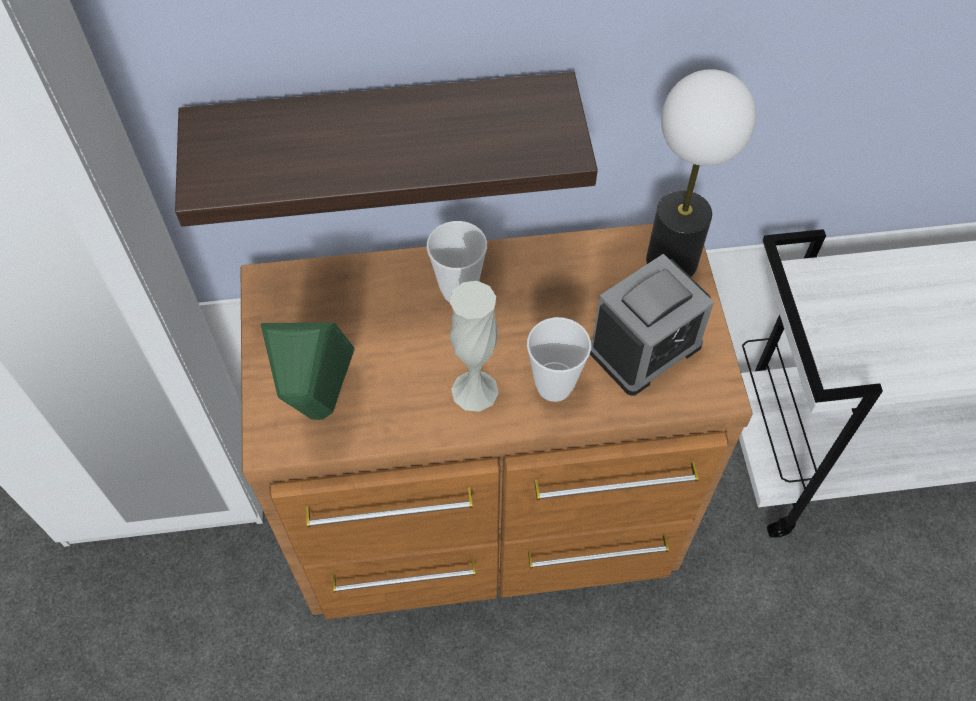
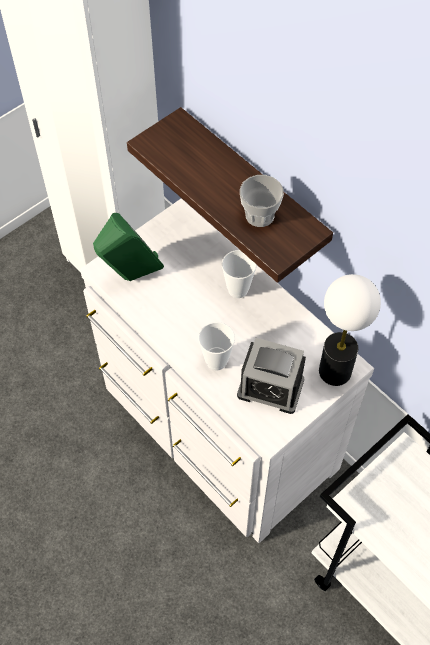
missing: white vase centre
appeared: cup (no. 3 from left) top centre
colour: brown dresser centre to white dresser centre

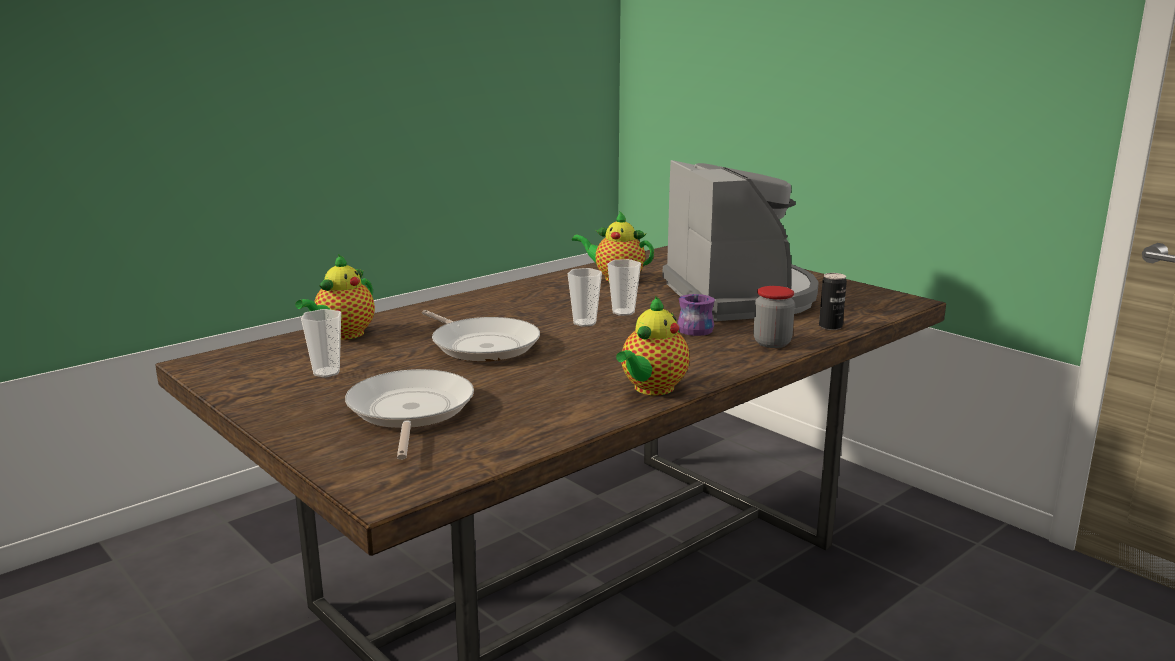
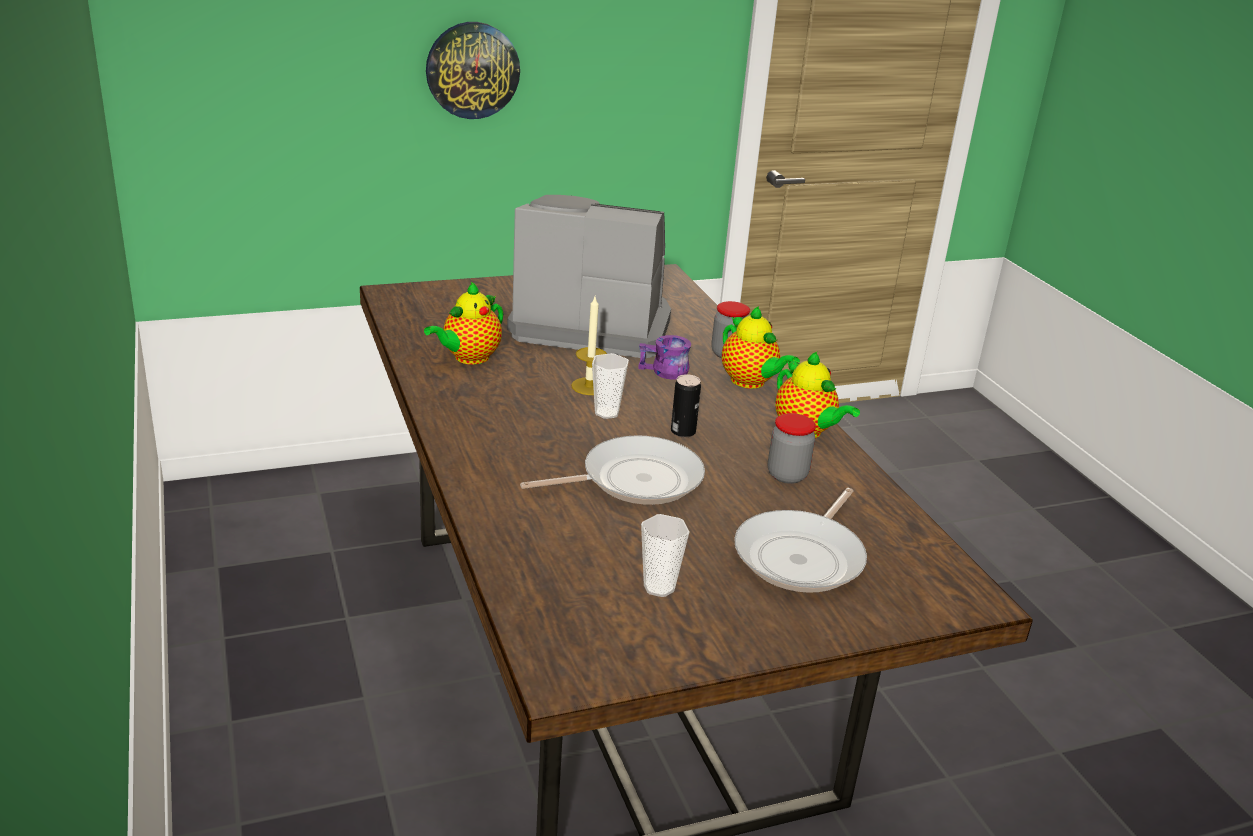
appeared: wall clock top centre; jar (no. 2 from left) centre
relocated: can middle right to centre; teapot (no. 1 from left in the first image) middle left to teapot (no. 2 from left) centre
exchanged: cup (no. 3 from left) centre to candle centre
spun: frying pan (no. 1 from left in the first image) centre = centre 75 degrees counterclockwise

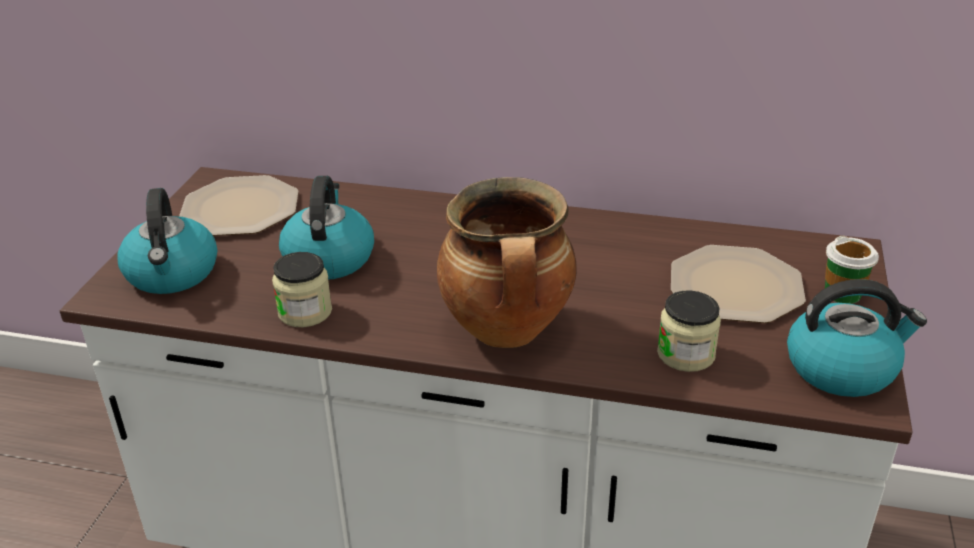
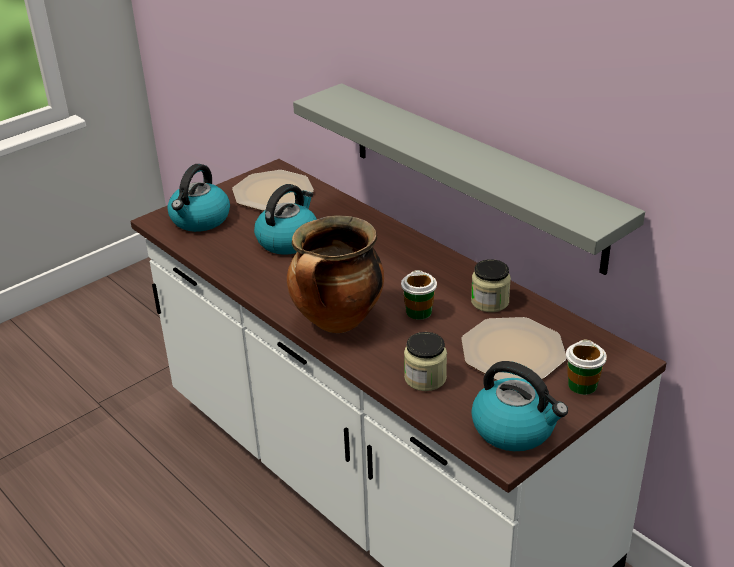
appeared: grey shelf top centre; cup (no. 1 from left) centre
relocated: jar (no. 1 from left in the first image) middle left to jar (no. 2 from left) middle right

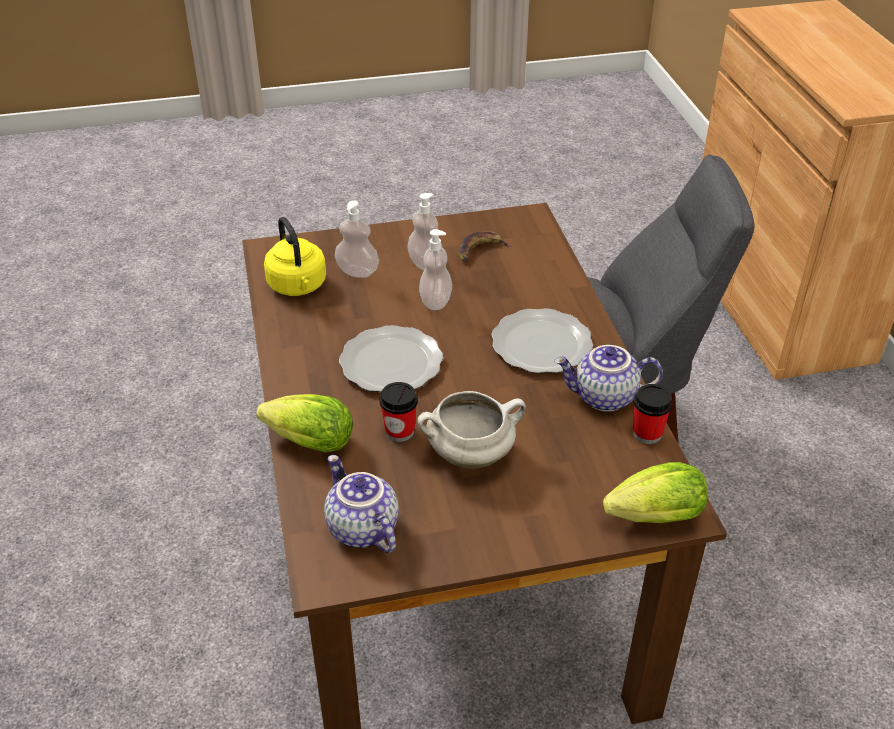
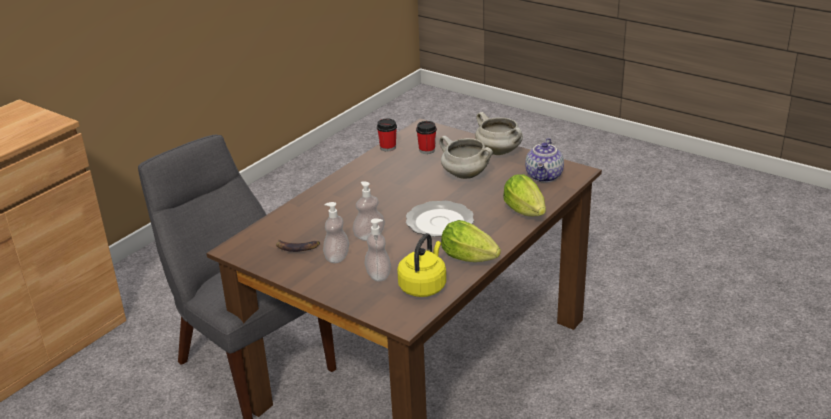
missing: plate (no. 2 from left) centre; teapot (no. 2 from left) middle right
appeared: white cooking pot (no. 2 from left) top centre
relocated: cup (no. 1 from left in the first image) centre to cup (no. 2 from left) top centre; lettuce (no. 2 from left in the first image) bottom right to lettuce (no. 1 from left) centre

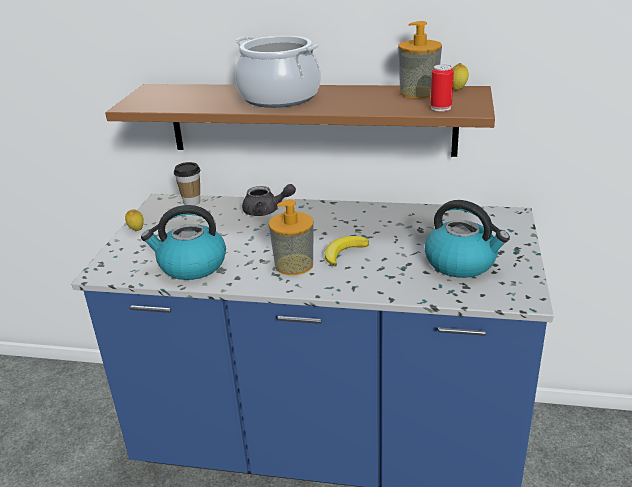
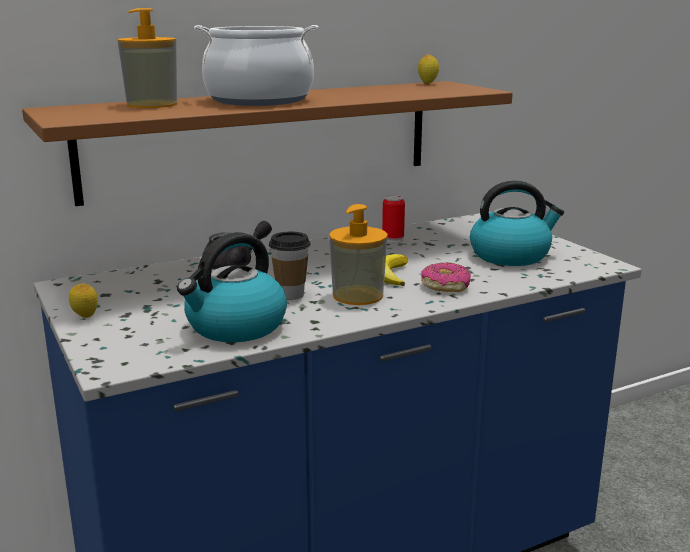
appeared: donut centre
relocated: soap dispenser (no. 2 from left in the first image) top centre to soap dispenser (no. 1 from left) top left; cup middle left to centre; can top right to centre

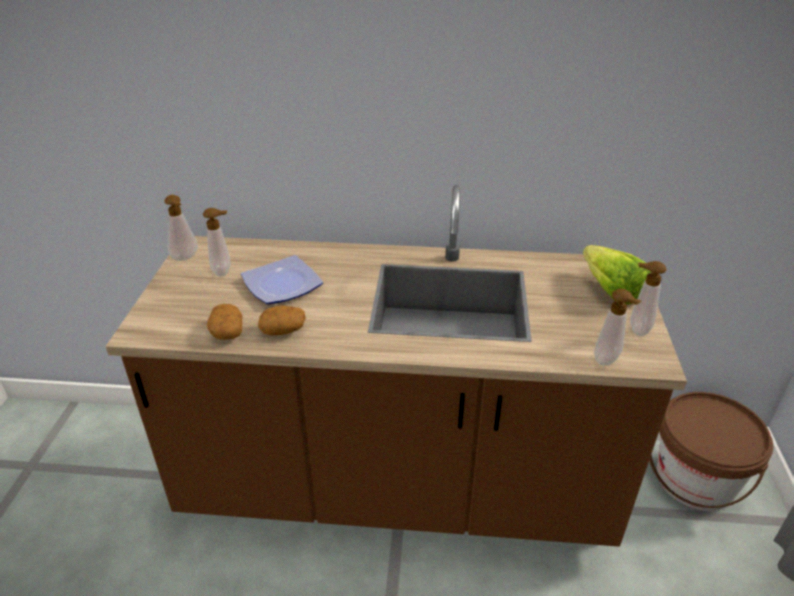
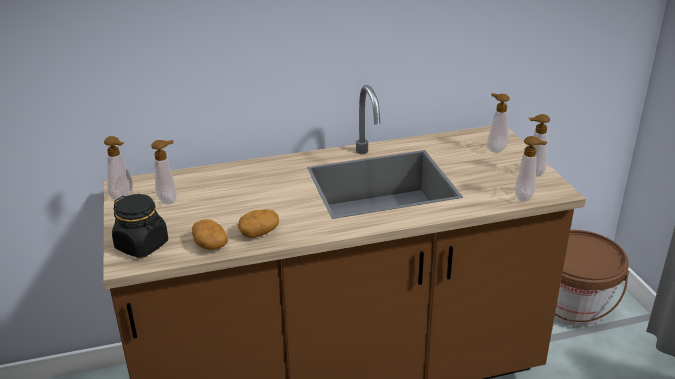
missing: plate centre
appeared: black jar middle left
exchanged: lettuce middle right to soap dispenser (no. 3 from left) top right

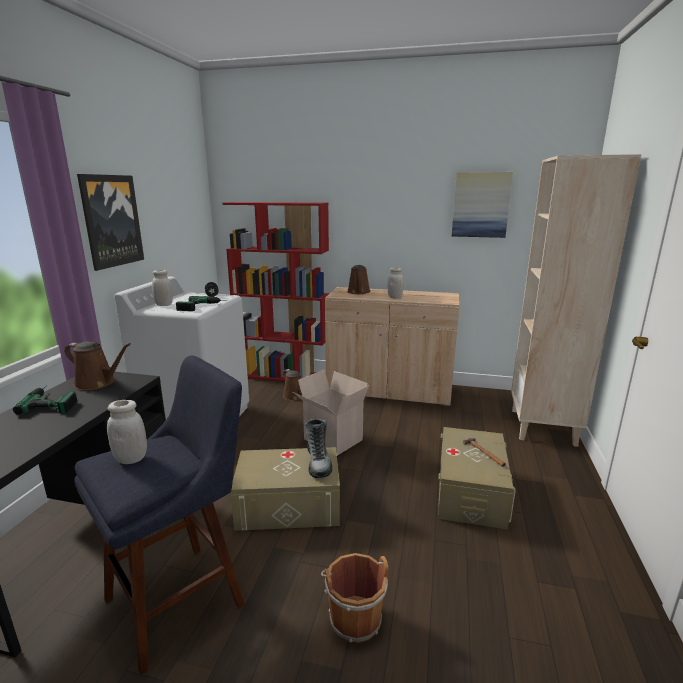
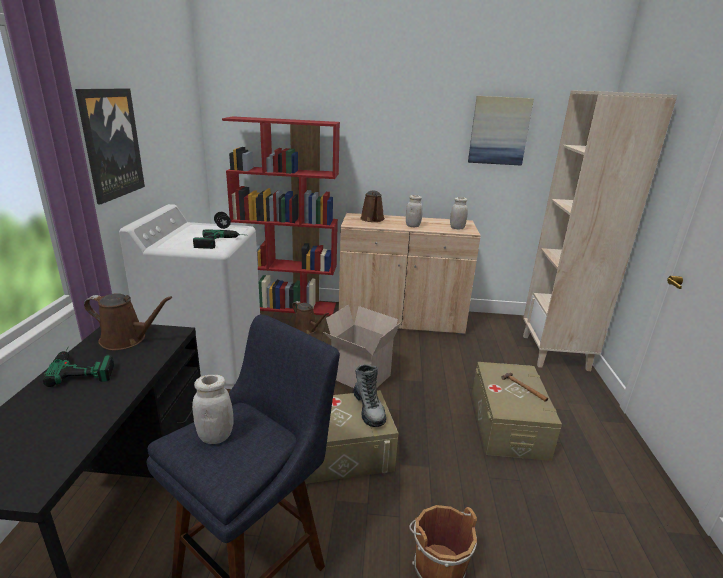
relocated: white jar (no. 2 from left in the first image) middle left to white jar (no. 3 from left) centre

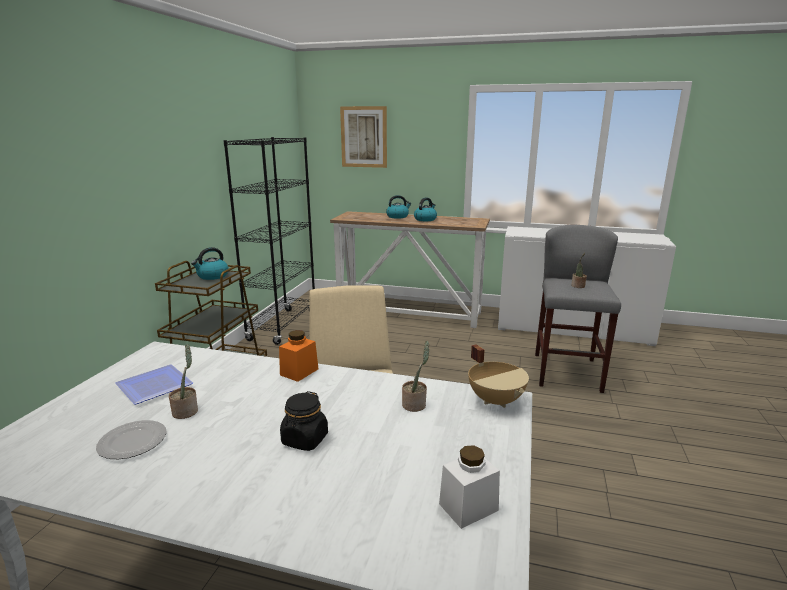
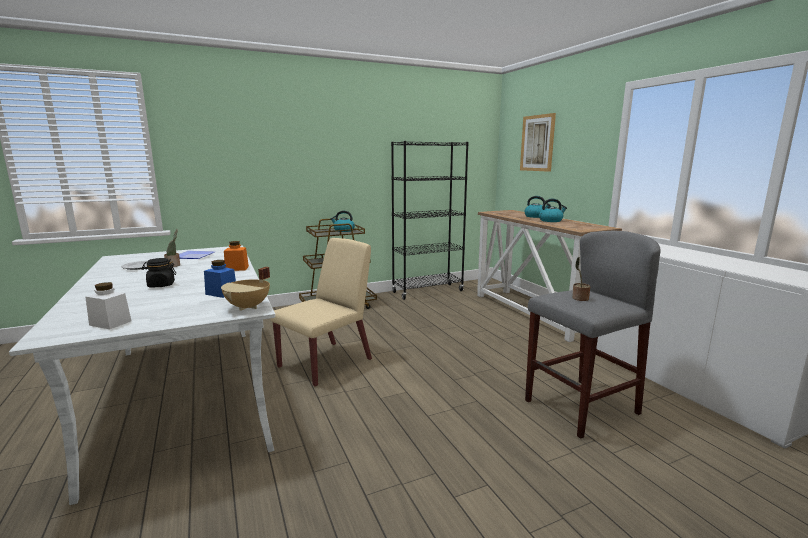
exchanged: potted plant (no. 2 from left) centre to blue jar middle left

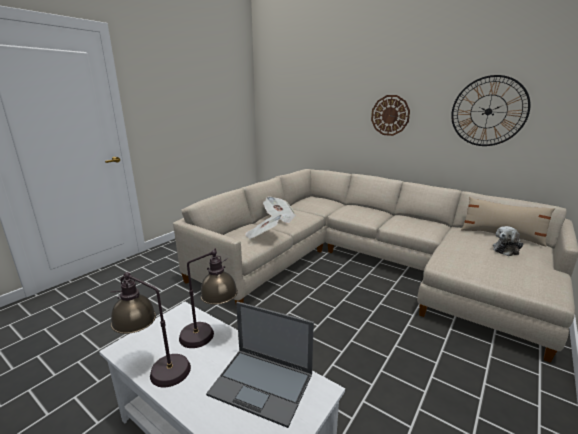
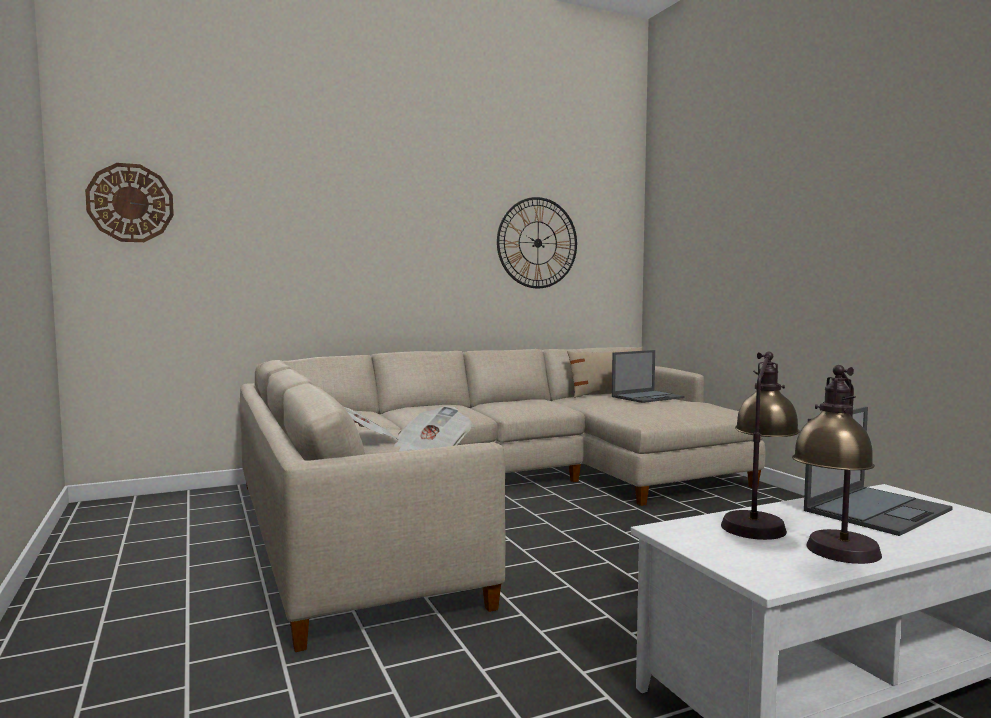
relocated: wall clock (no. 1 from left) top right to top left
exchanged: plush toy middle right to laptop (no. 1 from left) centre

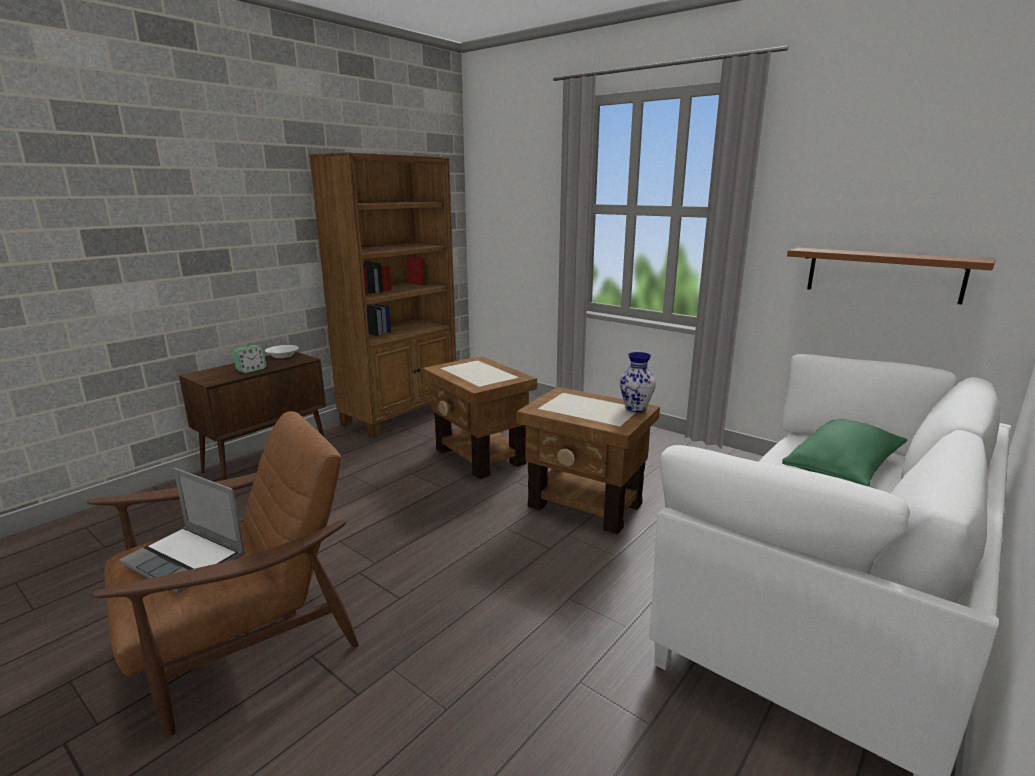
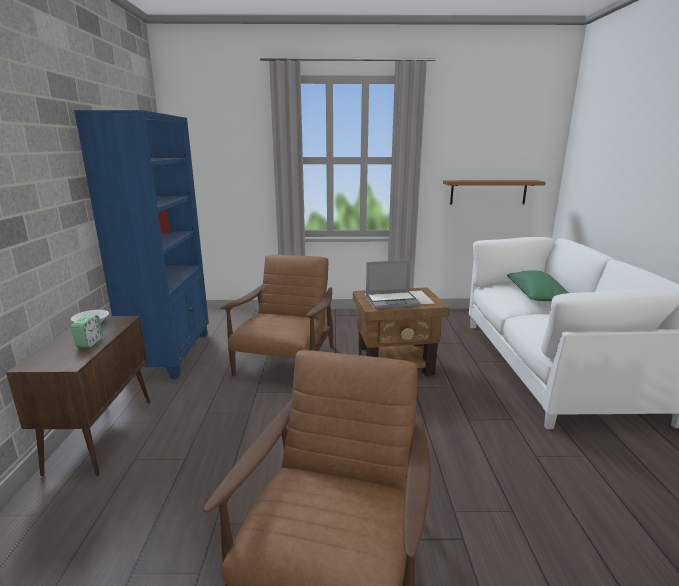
missing: vase centre
relocated: laptop bottom left to centre
exchanged: brown side table (no. 1 from left) centre to brown armchair (no. 1 from left) centre
colour: brown bookcase centre to blue bookcase middle left

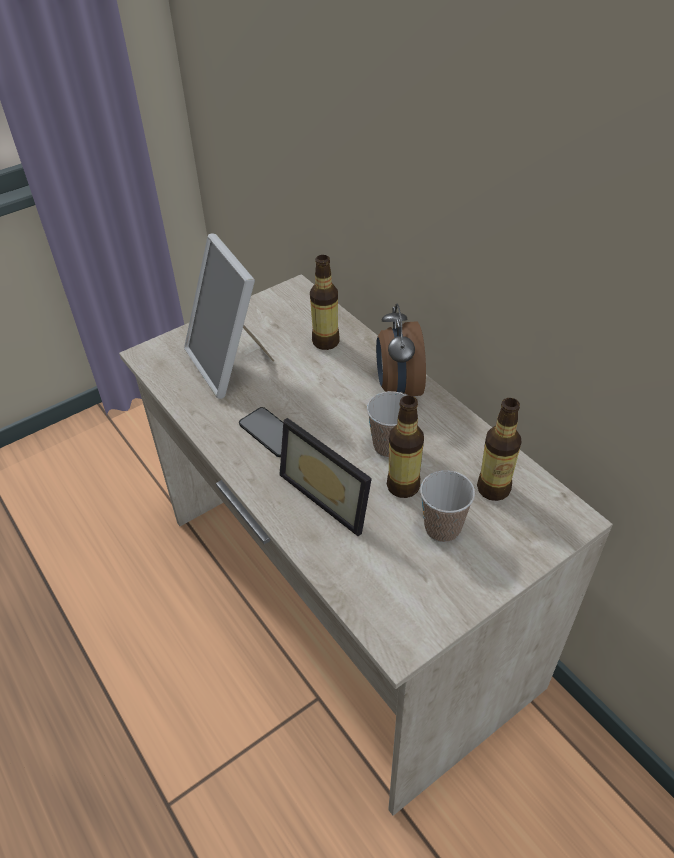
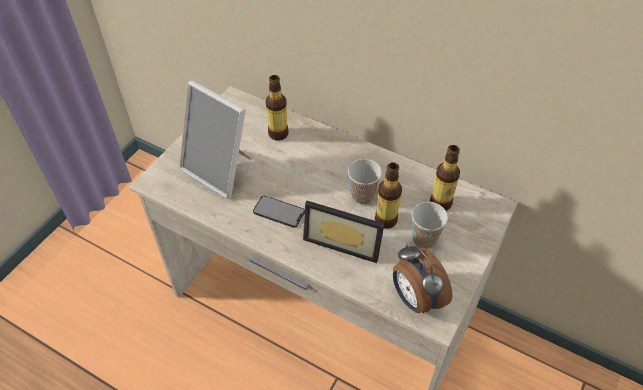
relocated: alarm clock centre to bottom centre

